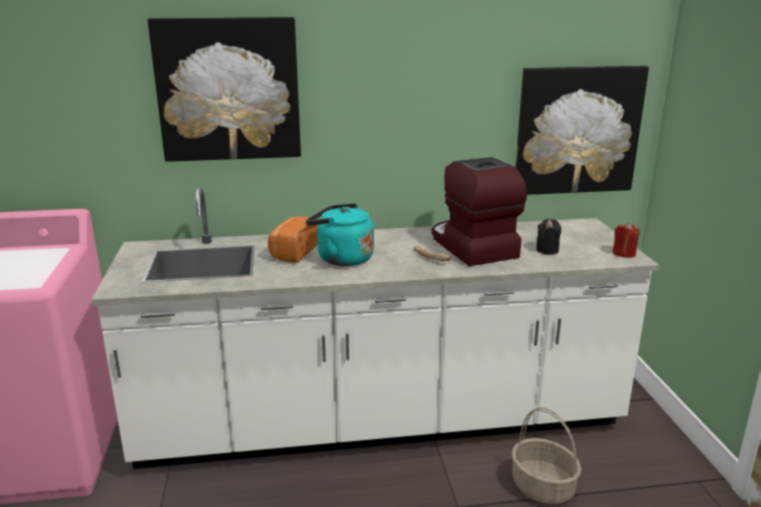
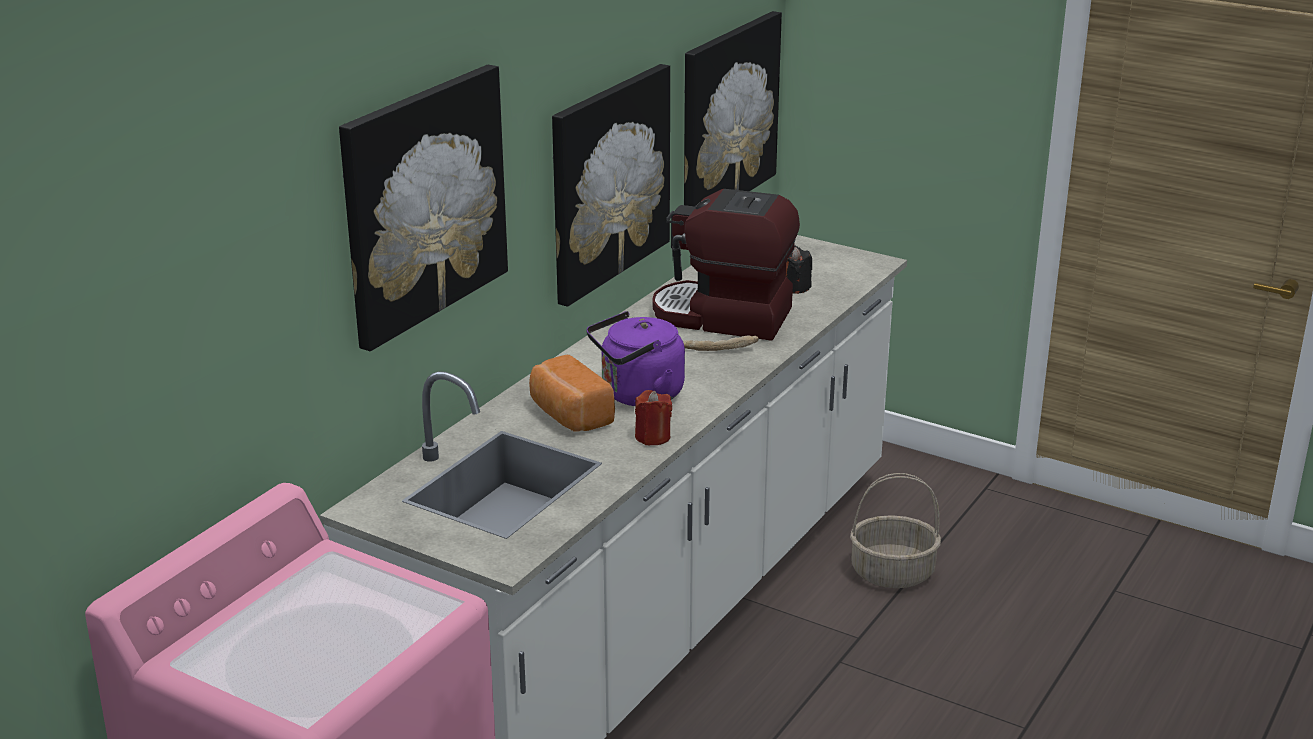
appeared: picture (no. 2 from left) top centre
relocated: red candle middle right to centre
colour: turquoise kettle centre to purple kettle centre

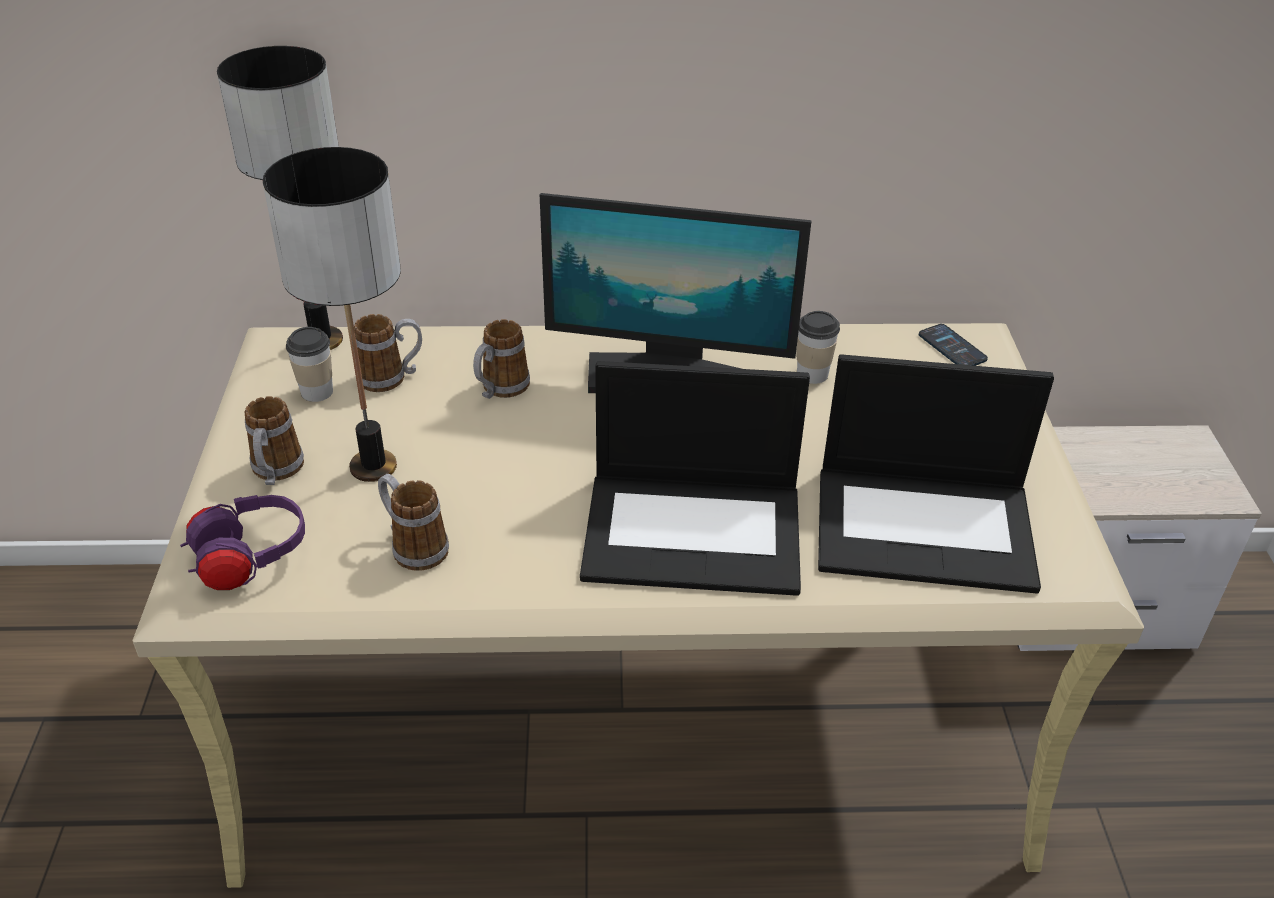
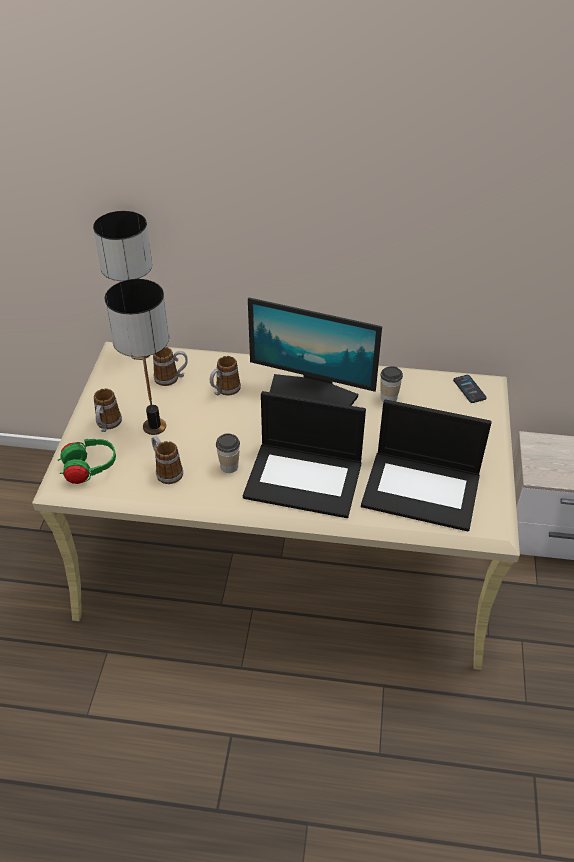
relocated: cup (no. 1 from left) middle left to centre
colour: purple headphones middle left to green headphones middle left

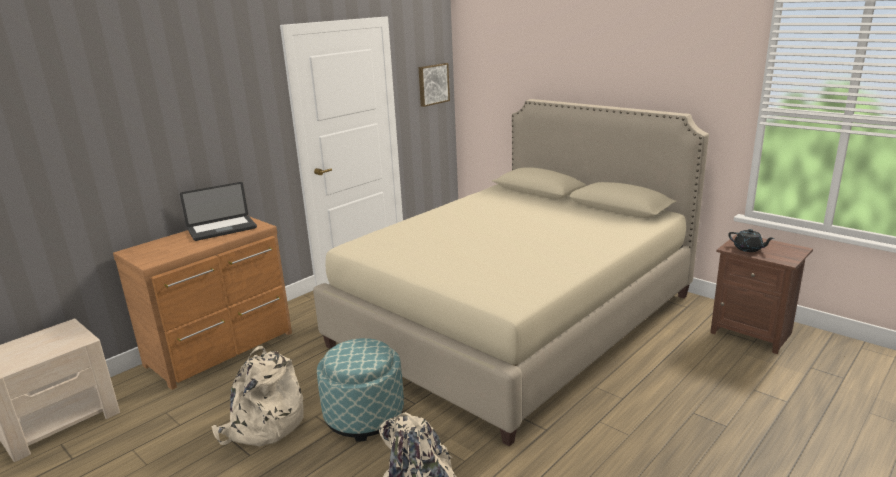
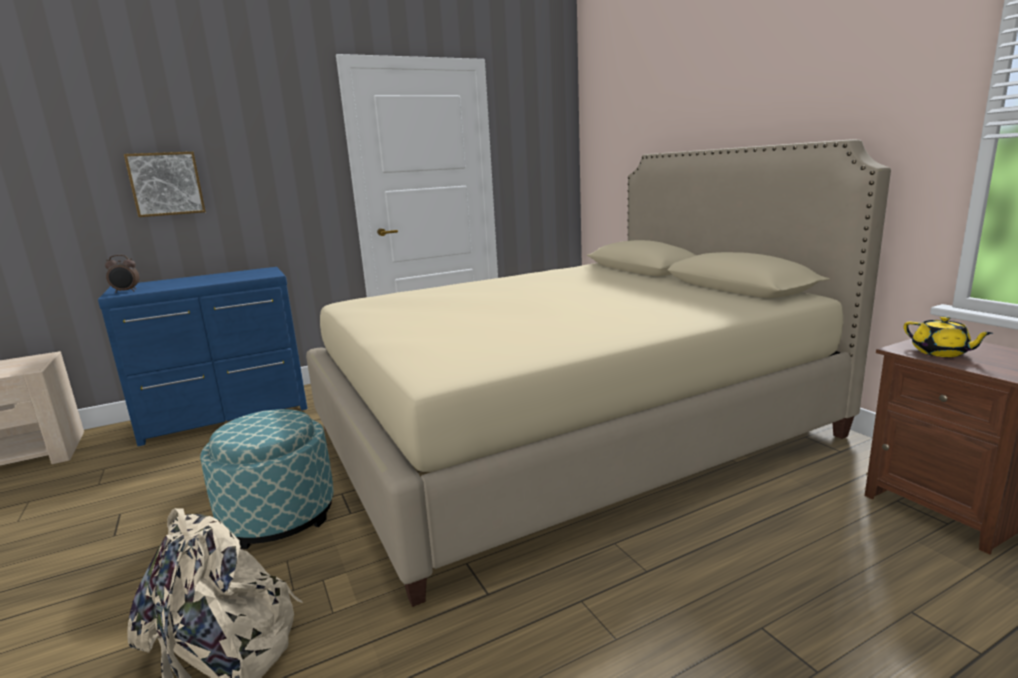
missing: laptop middle left; beige backpack (no. 1 from left) bottom left
appeared: alarm clock middle left
relocated: picture top centre to top left
colour: brown dresser middle left to blue dresser middle left; black teapot middle right to yellow teapot middle right

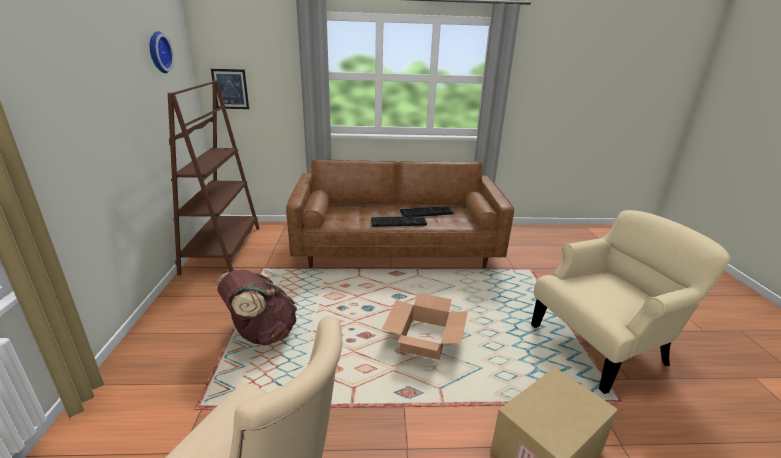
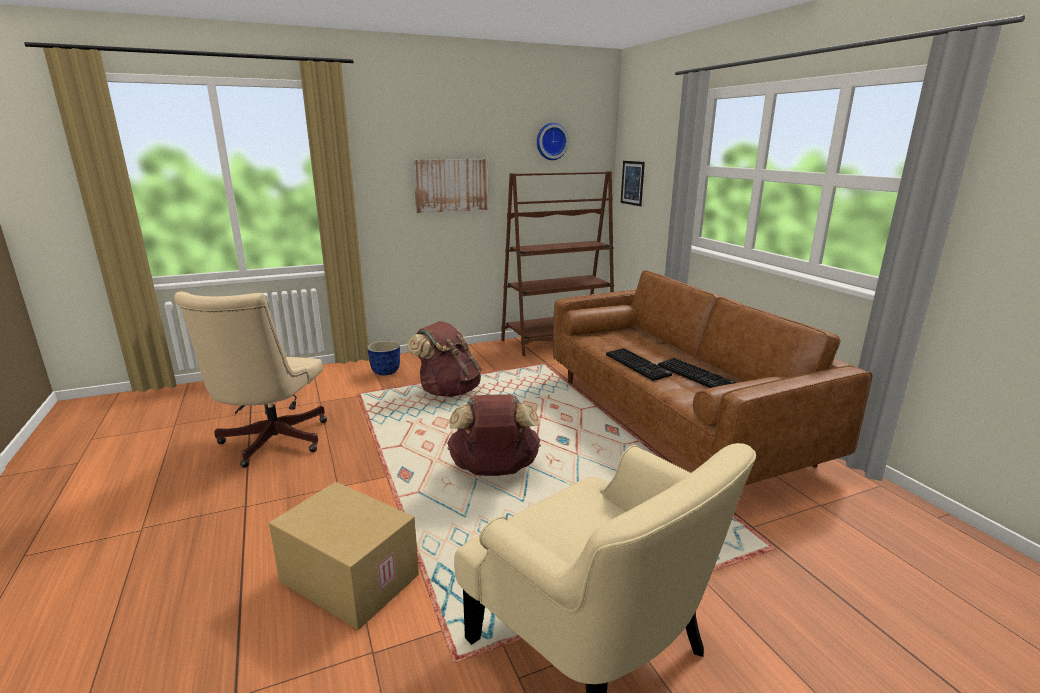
appeared: planter centre; picture (no. 1 from left) top centre
exchanged: cardboard box (no. 1 from left) bottom centre to brown backpack (no. 2 from left) centre

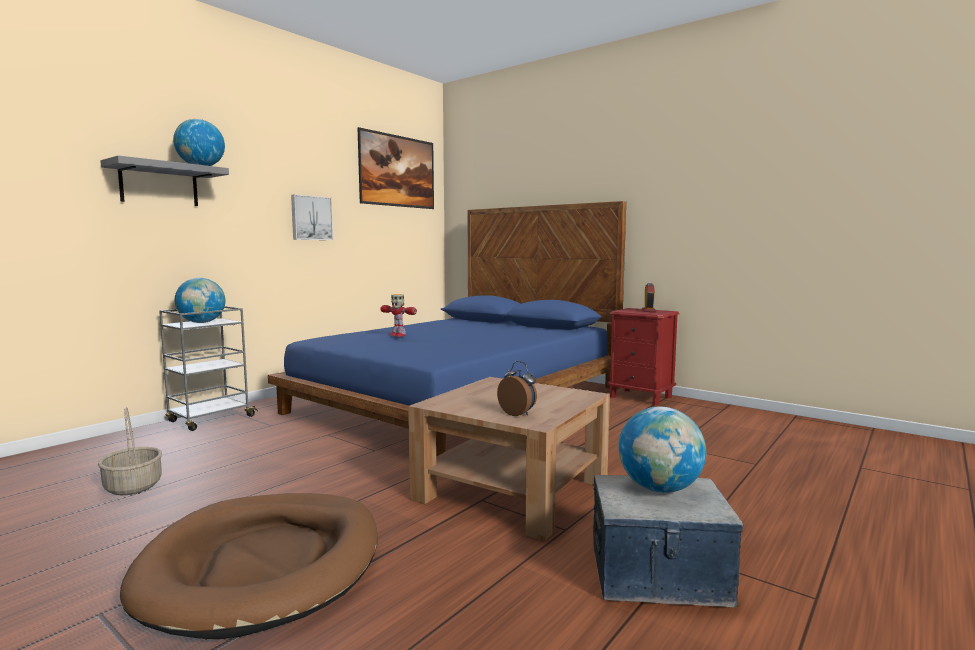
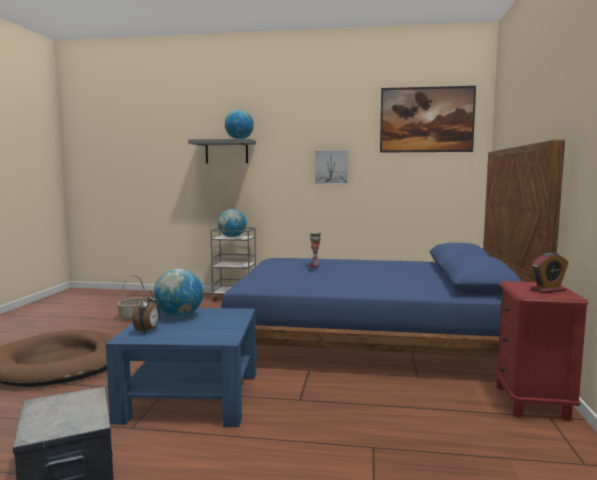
relocated: globe (no. 3 from left in the first image) bottom right to globe (no. 1 from left) middle left
colour: brown coffee table bottom centre to blue coffee table bottom left

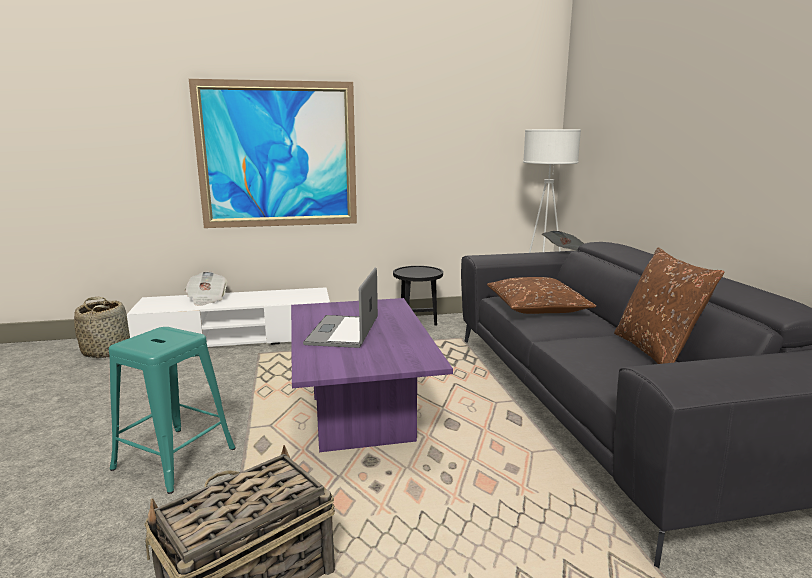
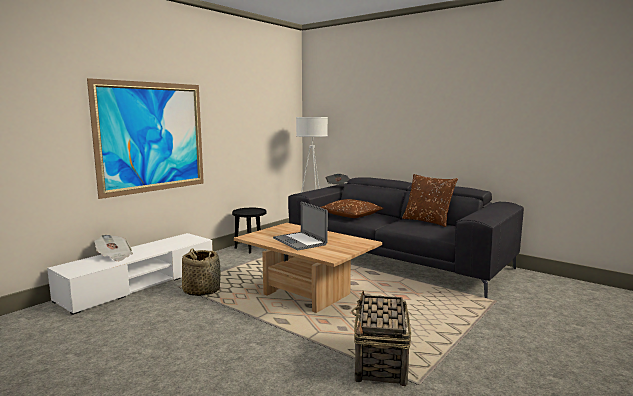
missing: turquoise stool bottom left
relocated: basket (no. 1 from left) middle left to bottom left
colour: purple coffee table centre to beige coffee table bottom centre

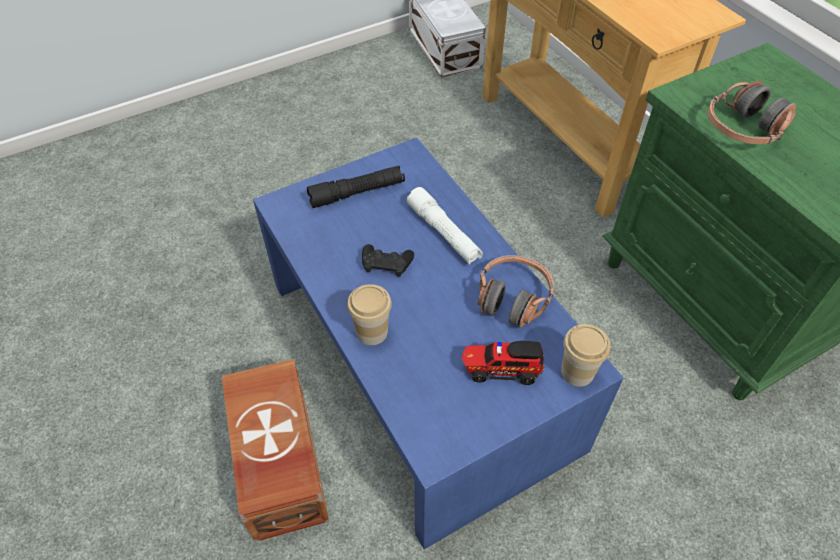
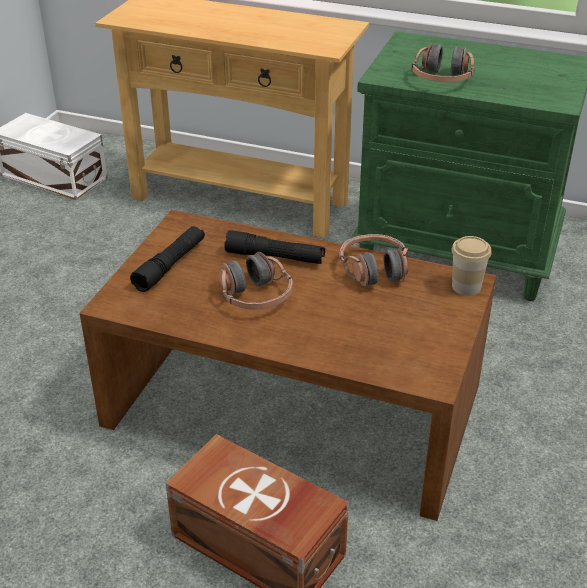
missing: cup (no. 1 from left) centre; toy truck centre
exchanged: black game controller centre to headphones (no. 1 from left) centre
colour: blue coffee table centre to brown coffee table centre; white flashlight centre to black flashlight (no. 2 from left) centre

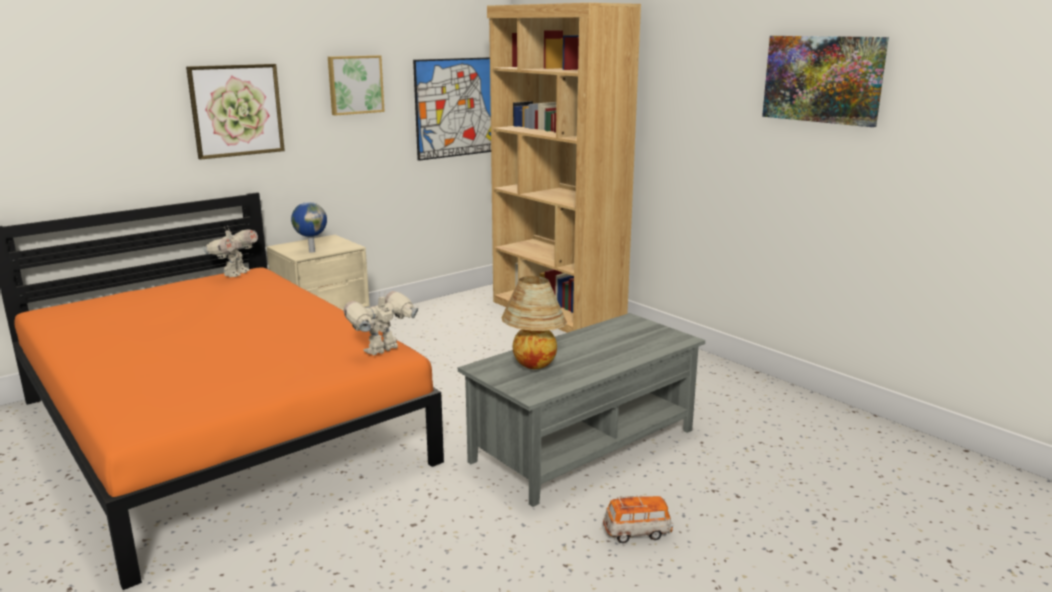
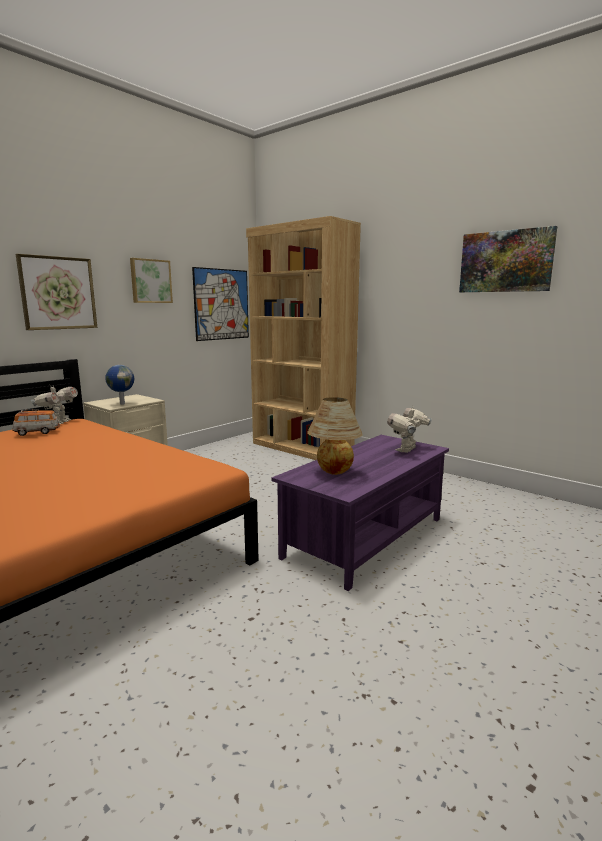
relocated: toy car bottom centre to middle left; toy robot (no. 2 from left) centre to middle right
colour: grey coffee table bottom centre to purple coffee table centre

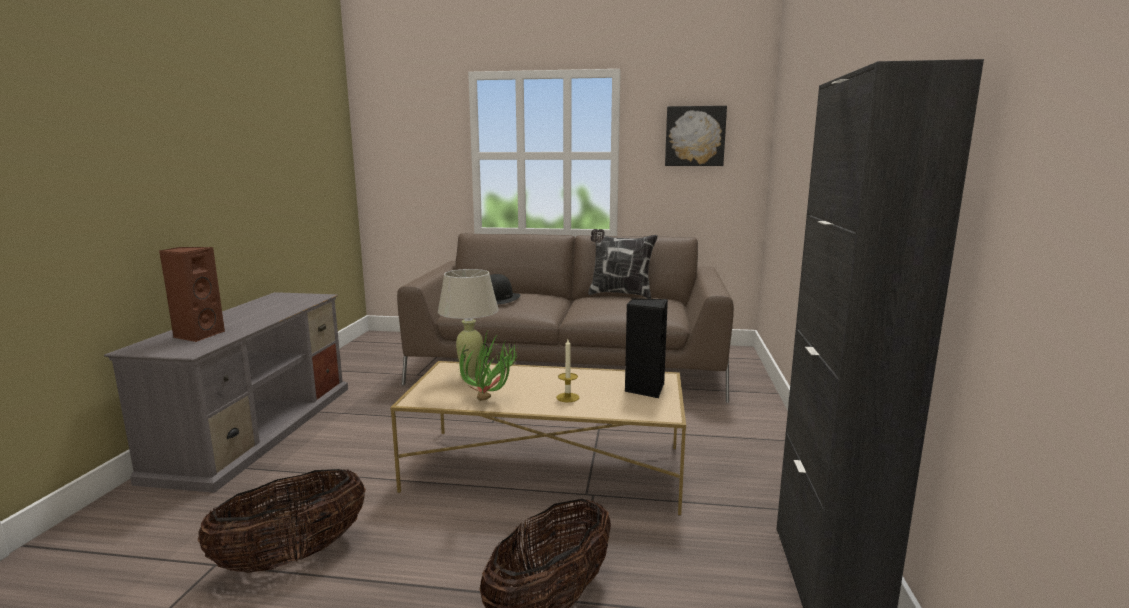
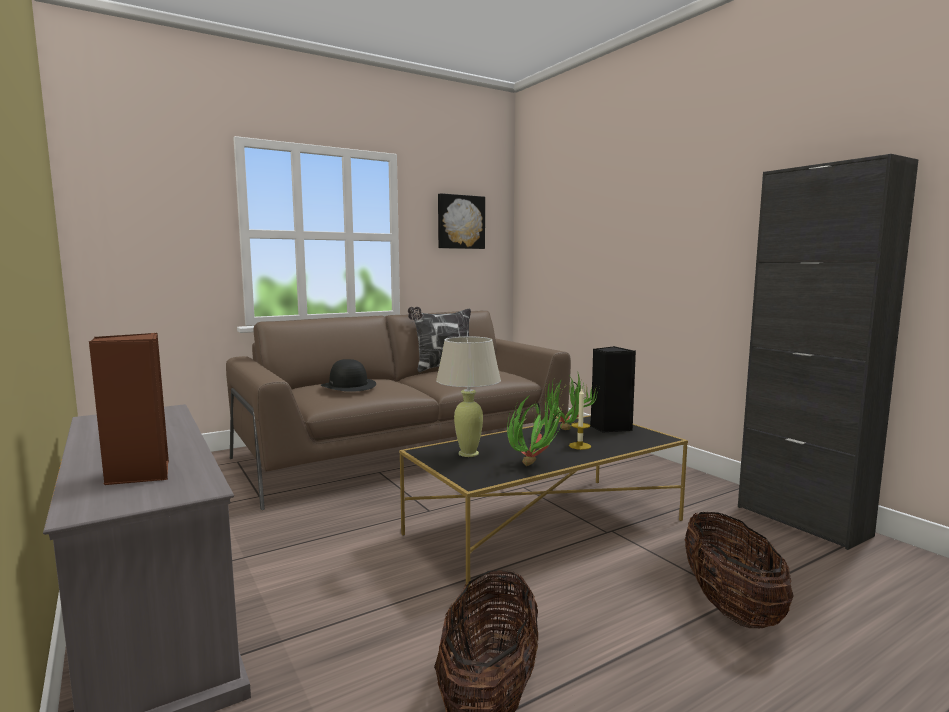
appeared: potted plant (no. 2 from left) centre
colour: beige coffee table bottom centre to black coffee table bottom centre

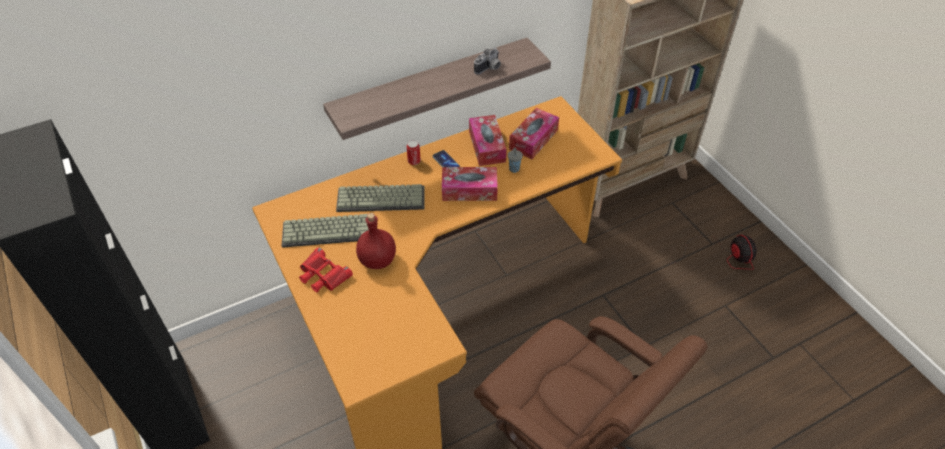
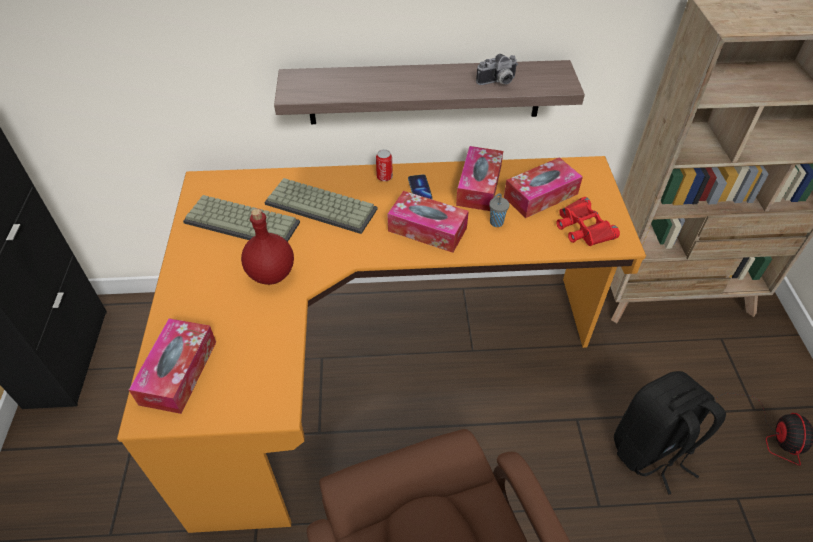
appeared: tissue box (no. 1 from left) bottom left; black backpack bottom right
relocated: red binoculars centre to middle right

